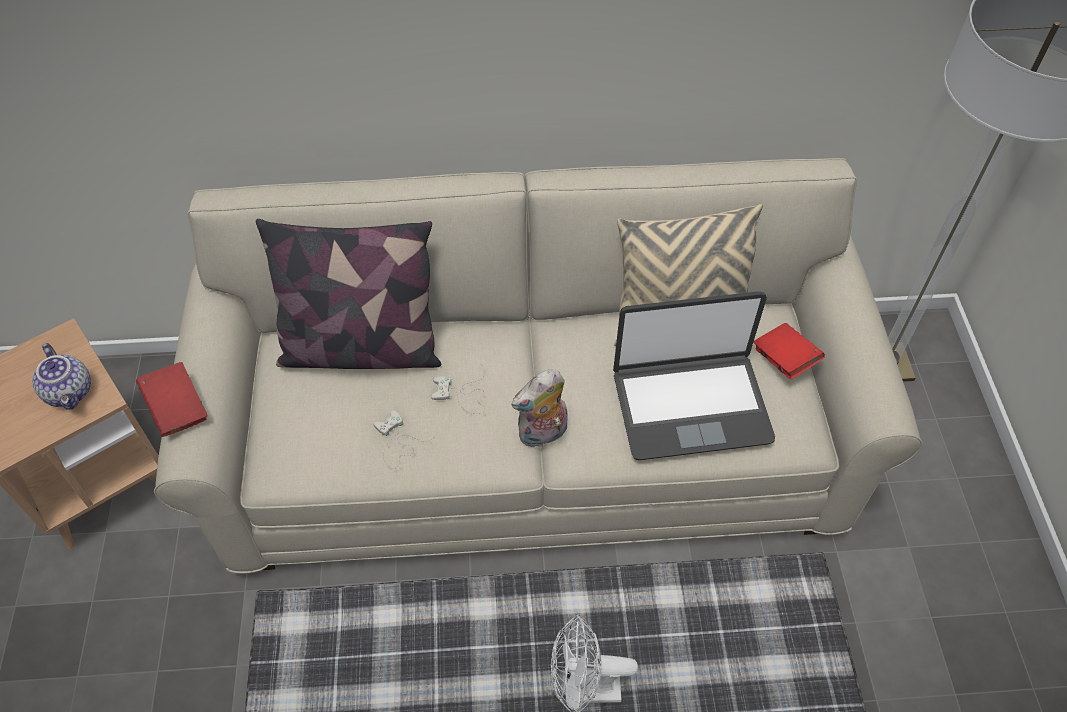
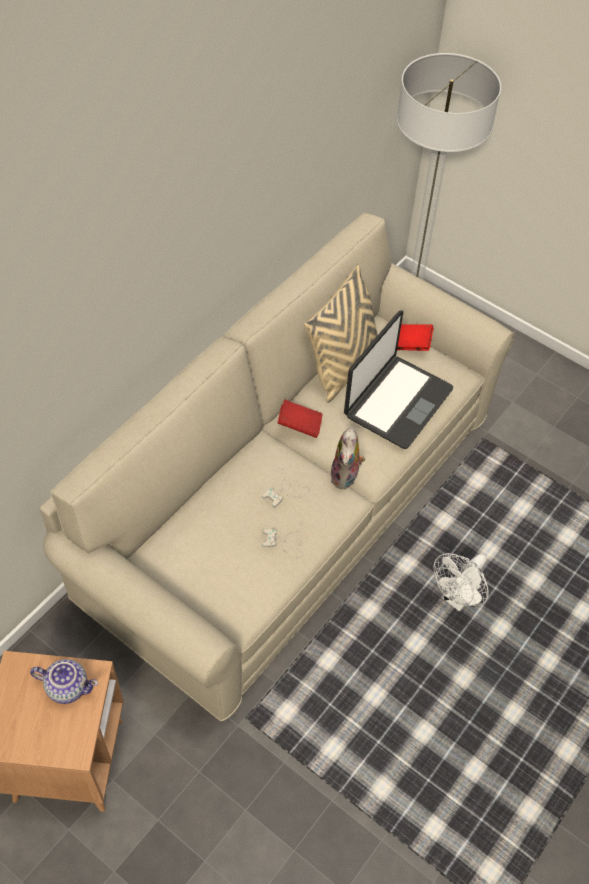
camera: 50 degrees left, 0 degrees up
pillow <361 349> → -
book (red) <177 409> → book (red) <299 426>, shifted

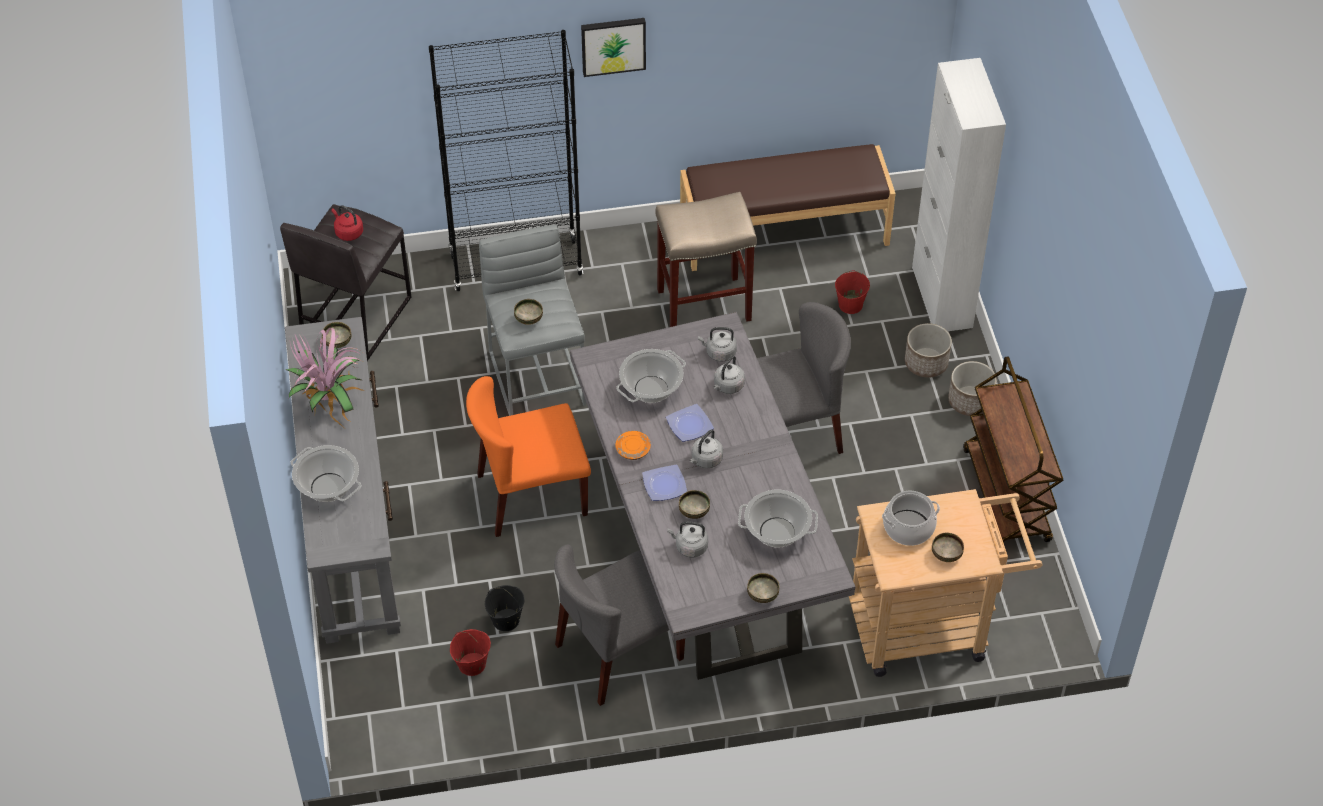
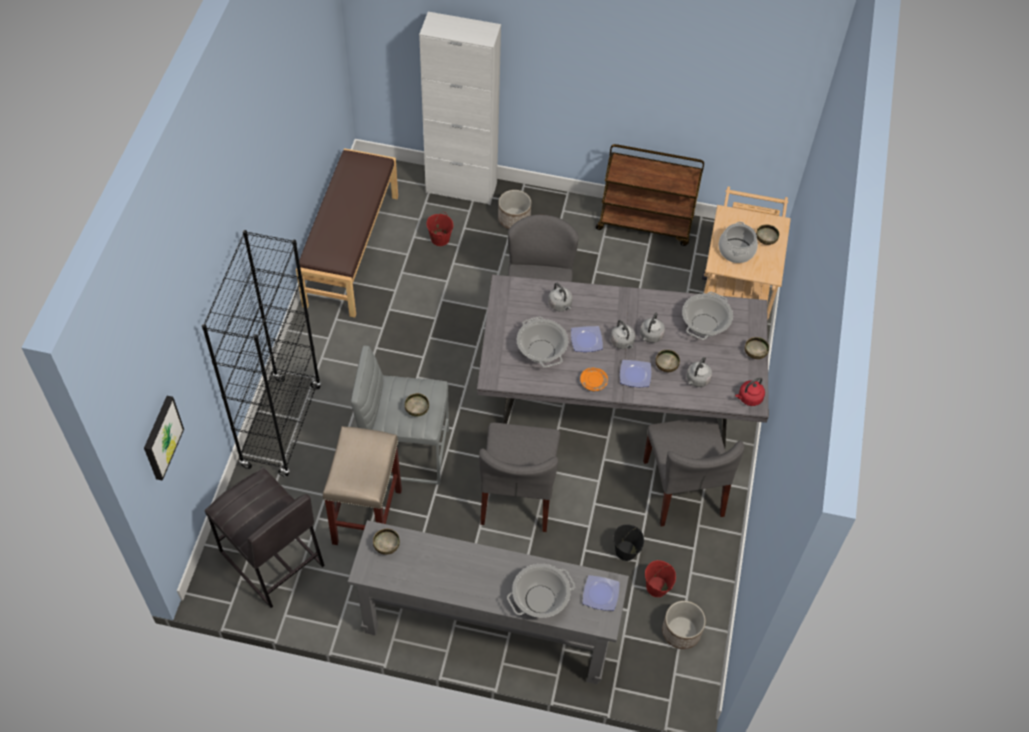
camera: 70 degrees left, 5 degrees up
potted plant <330 403> → -
- → dinner plate <601 595>
tea kettle (red) <348 232> → tea kettle (red) <749 398>, shifted
wall art <613 45> → wall art <161 437>, shifted
stool (beige) <702 305> → stool (beige) <367 518>, shifted
tea kettle (greyish) <719 353> → tea kettle (greyish) <650 336>, shifted
planter <970 401> → planter <681 632>, shifted
chair (orange-coloured) <531 495> → chair (greyish) <517 495>

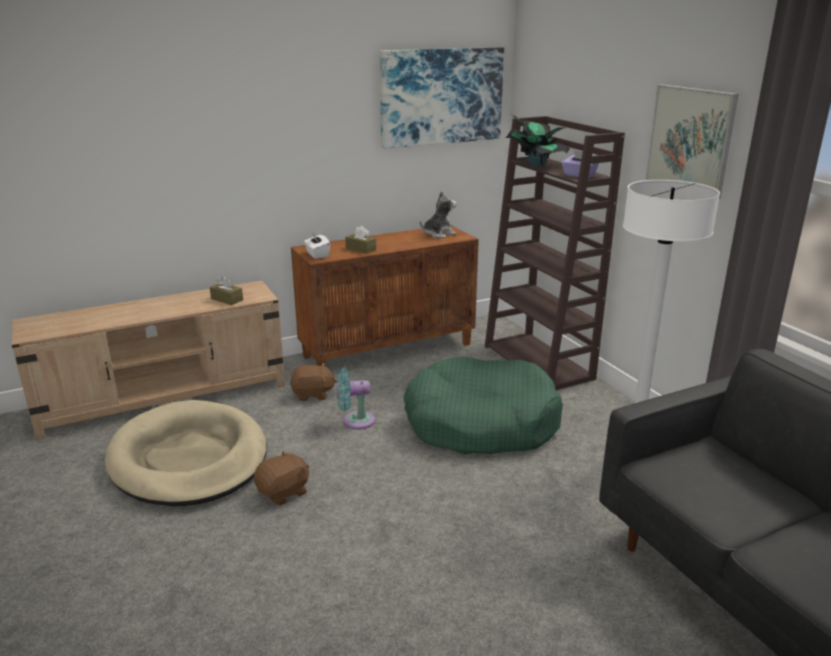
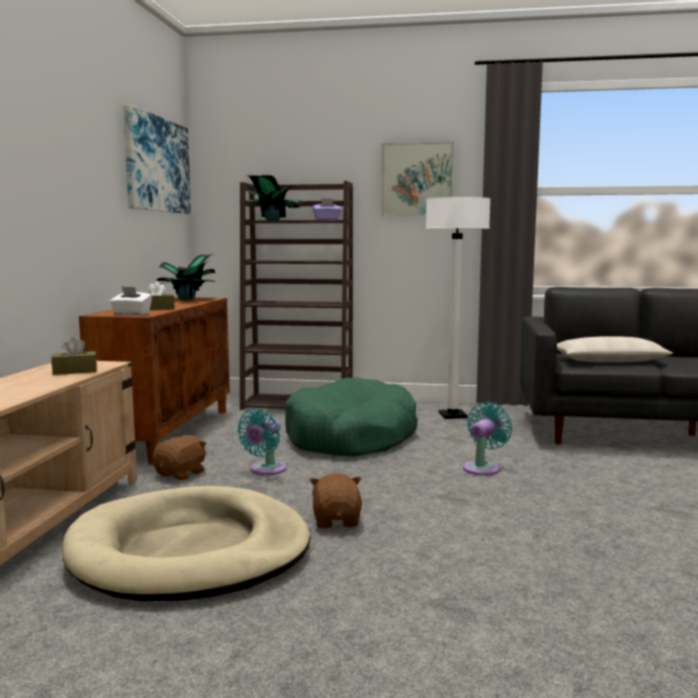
camera: 55 degrees left, 15 degrees down
- → fan (turquoise) <483 468>
- → pillow (beige) <609 361>
plush toy <438 234> → potted plant <186 299>

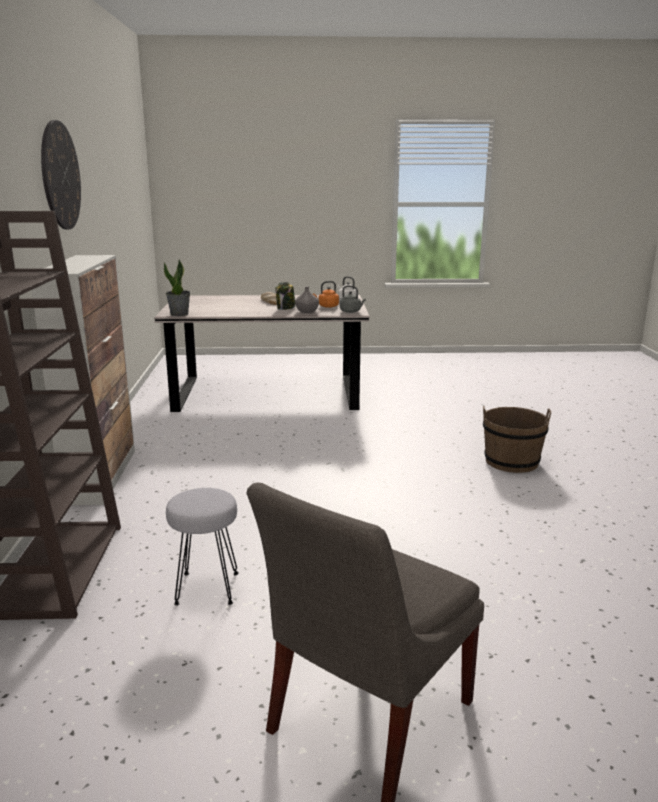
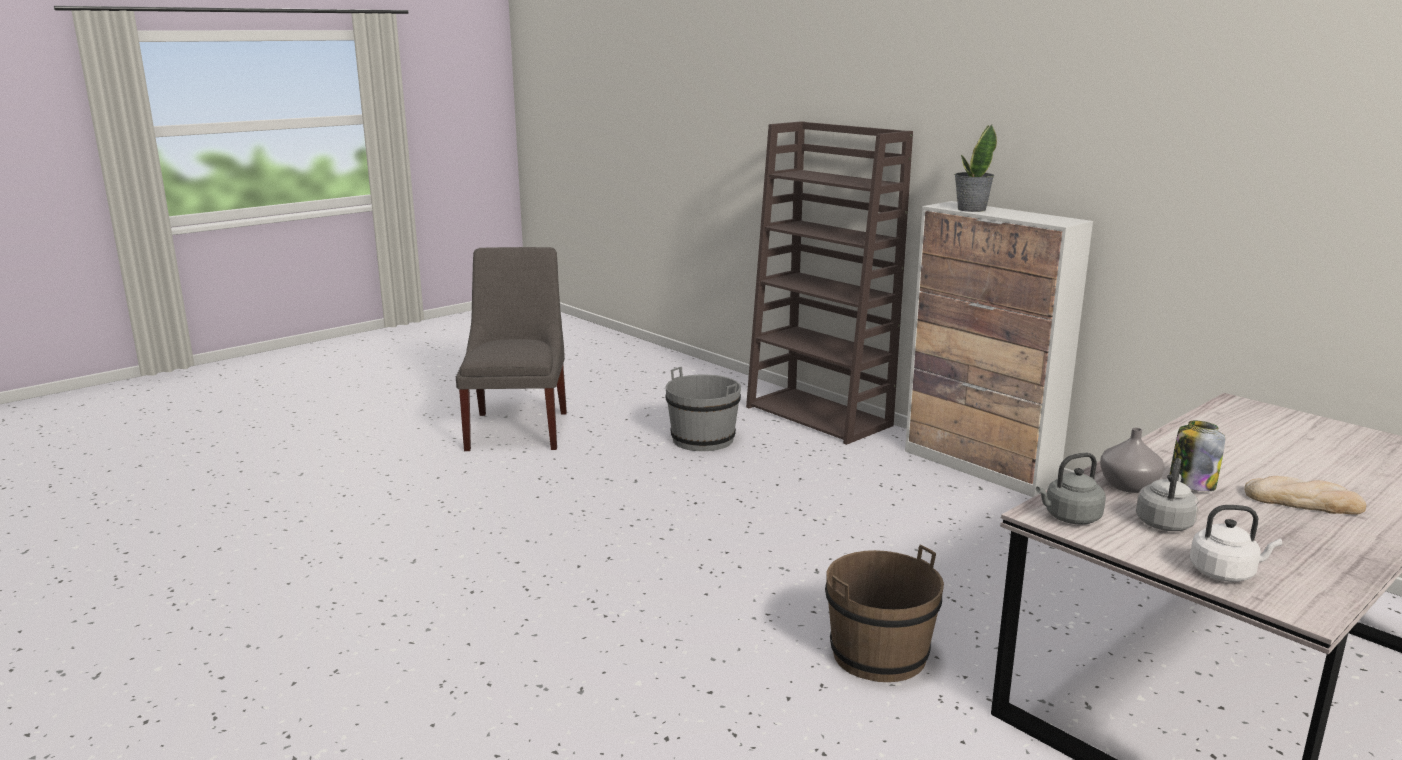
camera: 140 degrees right, 0 degrees up
clock on the wall <60 175> → -
potted plant <179 314> → potted plant <971 209>, shifted
bucket (brown) <511 462> → bucket (brown) <878 654>, shifted
stool (greyish) <206 588> → bucket (greyish) <703 439>
tea kettle (orange-coloured) <327 306> → tea kettle (greyish) <1164 522>

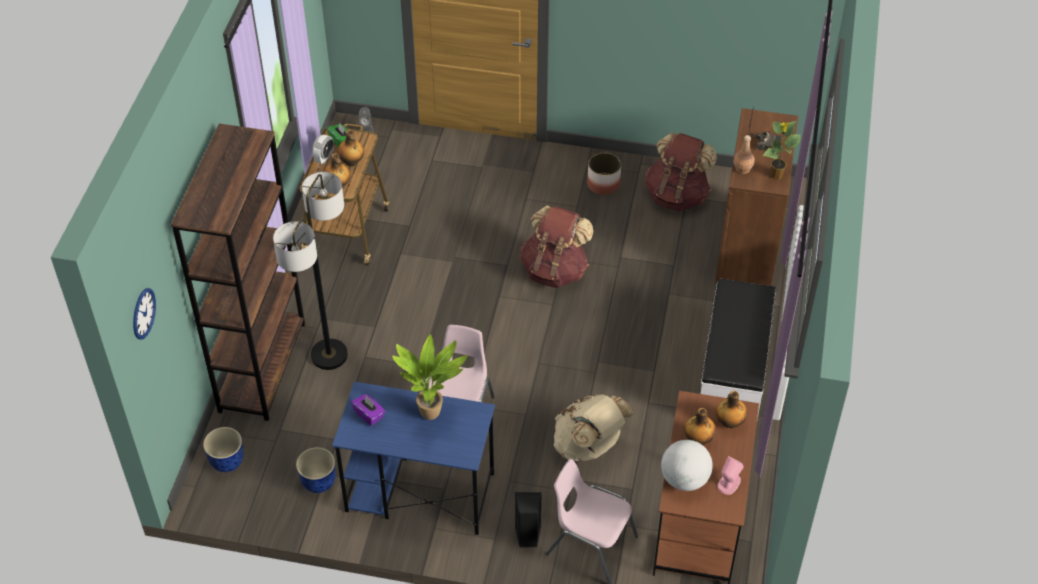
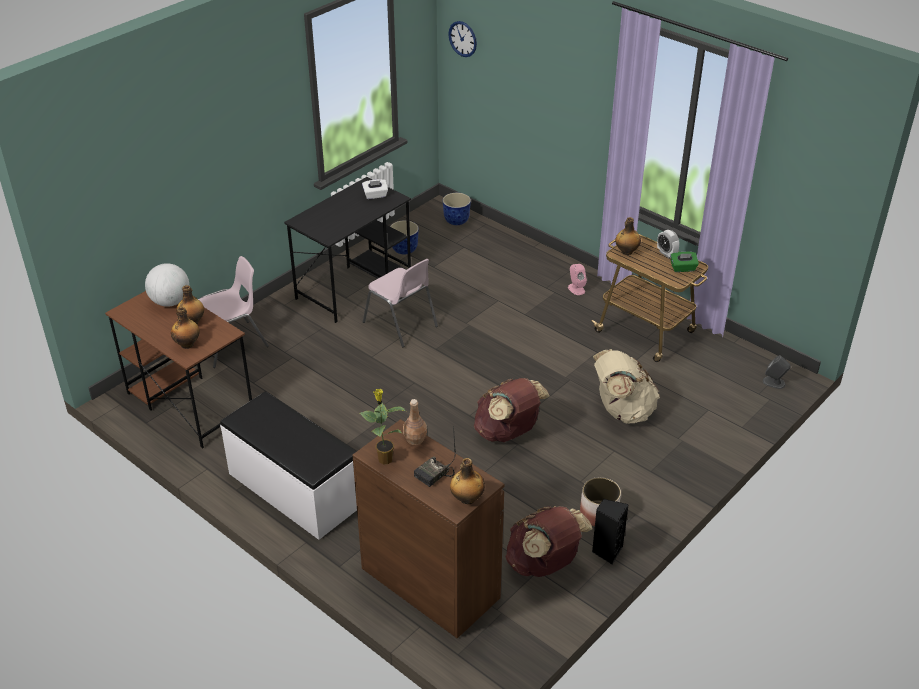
camera: 120 degrees right, 10 degrees down
bookshelf (brown) <262 367> → -
standard lamp <329 355> → -
potted plant <433 412> → -
drink bottle <352 162> → drink bottle <467 499>, shifted
speaker (black) <527 536> → speaker (black) <606 551>, shifted
knapsack (beige) <589 446> → knapsack (beige) <622 410>, shifted
speaker (pink) <728 483> → speaker (pink) <576 289>, shifted
desk (bluish) <418 492> → desk (black) <354 286>
box of tissues (purple-coloured) <369 415> → box of tissues (white) <375 195>

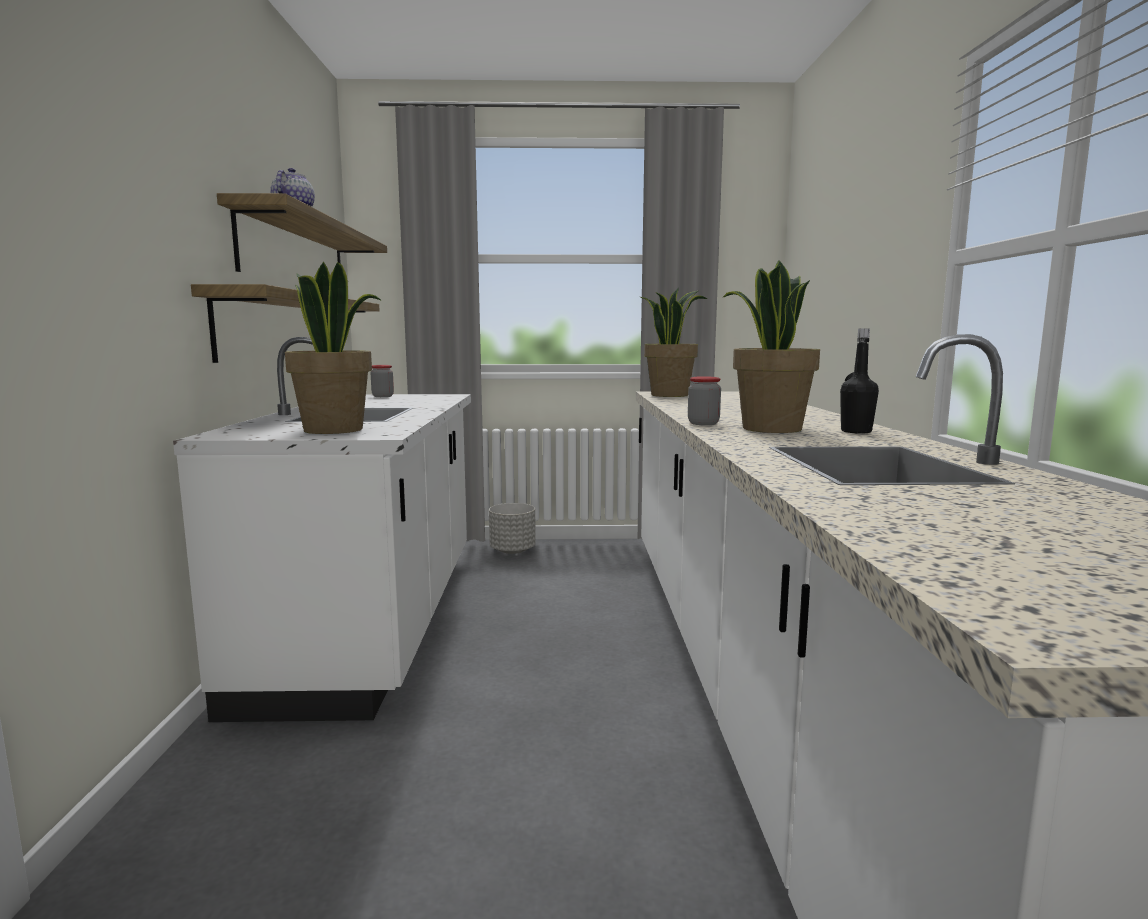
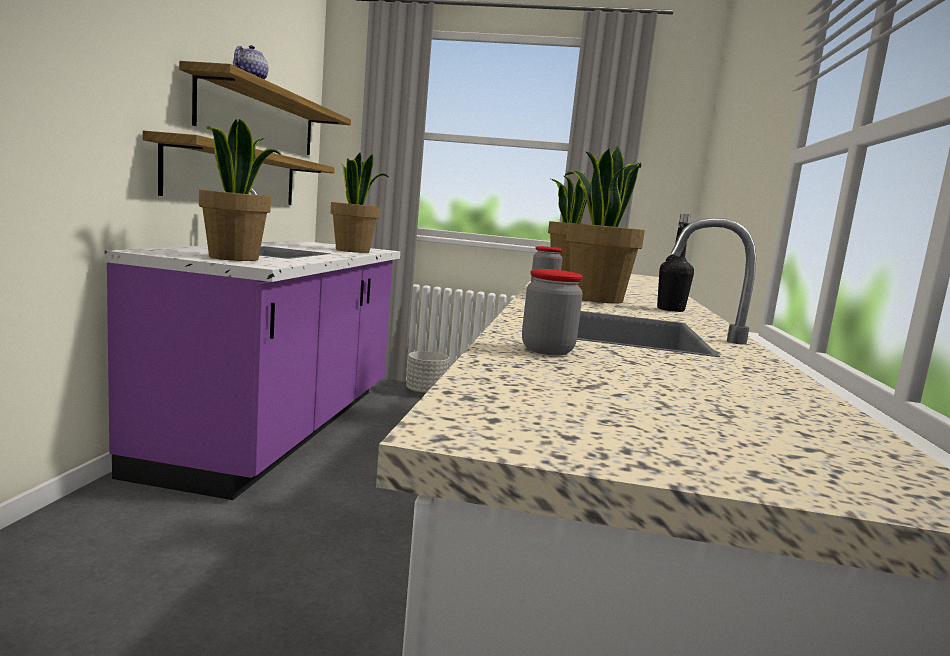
camera: 10 degrees right, 0 degrees up
- → potted plant <353 251>
preserve jar <382 396> → preserve jar <547 350>, shifted
counter (white) <375 620> → counter (purple-coloured) <281 427>

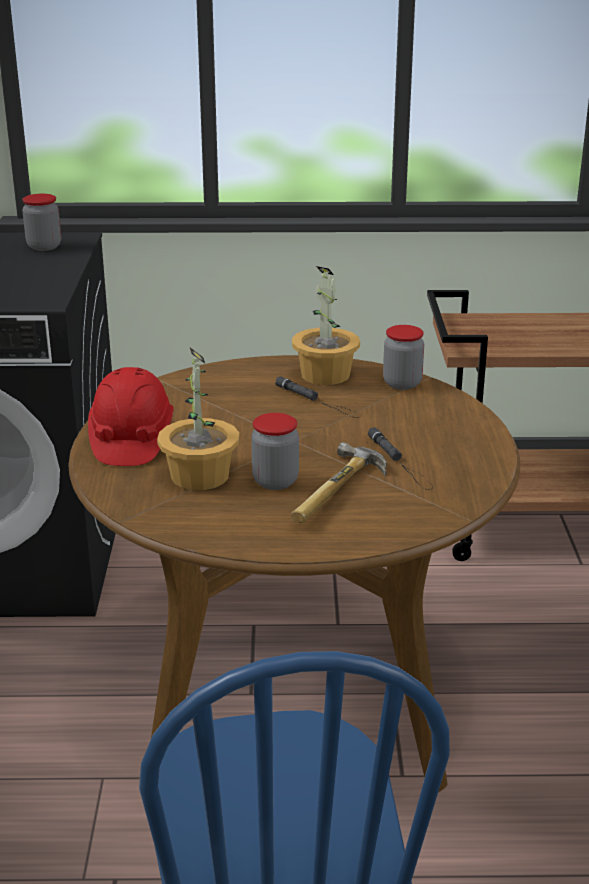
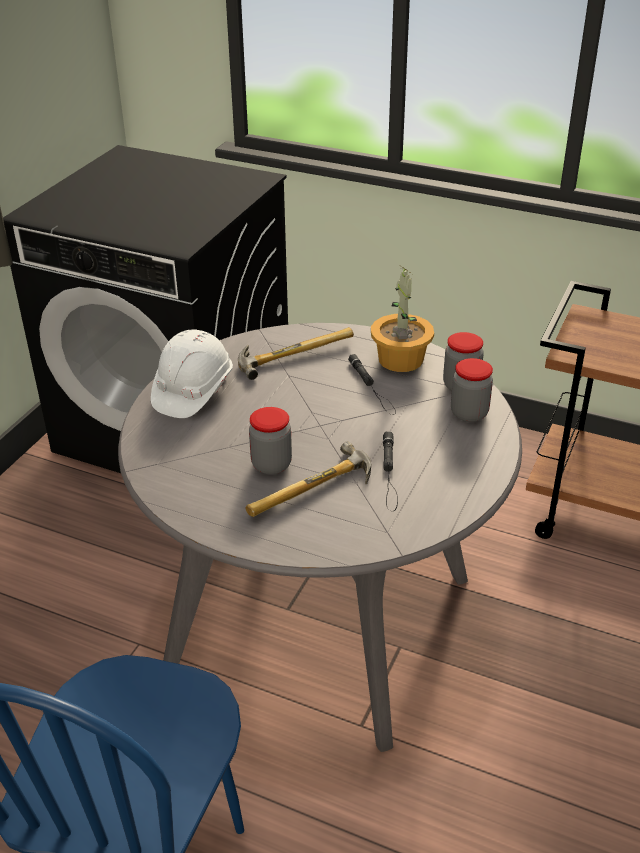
camera: 25 degrees right, 10 degrees up
potted plant <199 476> → -
- → hammer <293 353>
preserve jar <44 247> → preserve jar <469 413>, shifted
dining table (brown) <294 692> → dining table (greyish) <321 619>
hard hat (red) <131 441> → hard hat (white) <192 391>

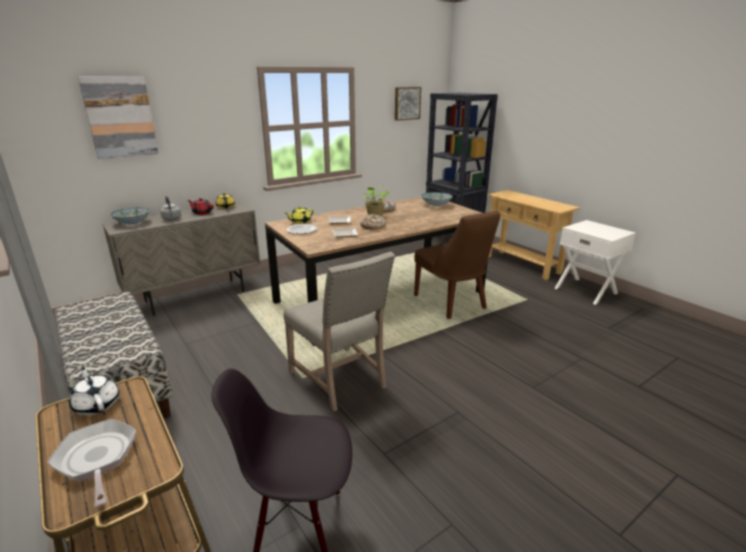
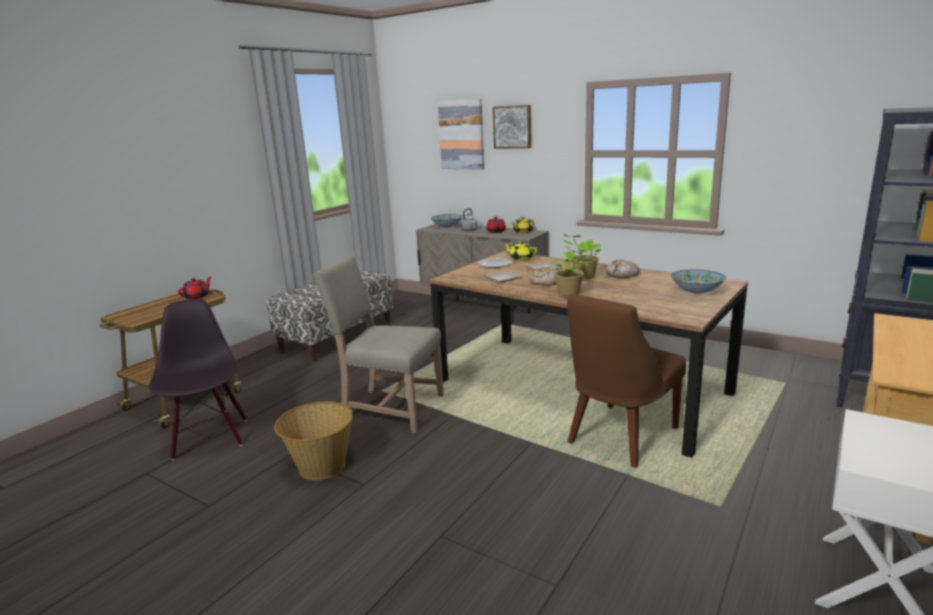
camera: 70 degrees right, 5 degrees down
pan <97 460> → -
- → household basket <321 466>
- → potted plant <570 293>
wall art <406 103> → wall art <513 127>, shifted
teapot (white) <97 404> → teapot (red) <197 297>
chair (beige) <340 379> → chair (beige) <389 408>, 75 degrees clockwise

